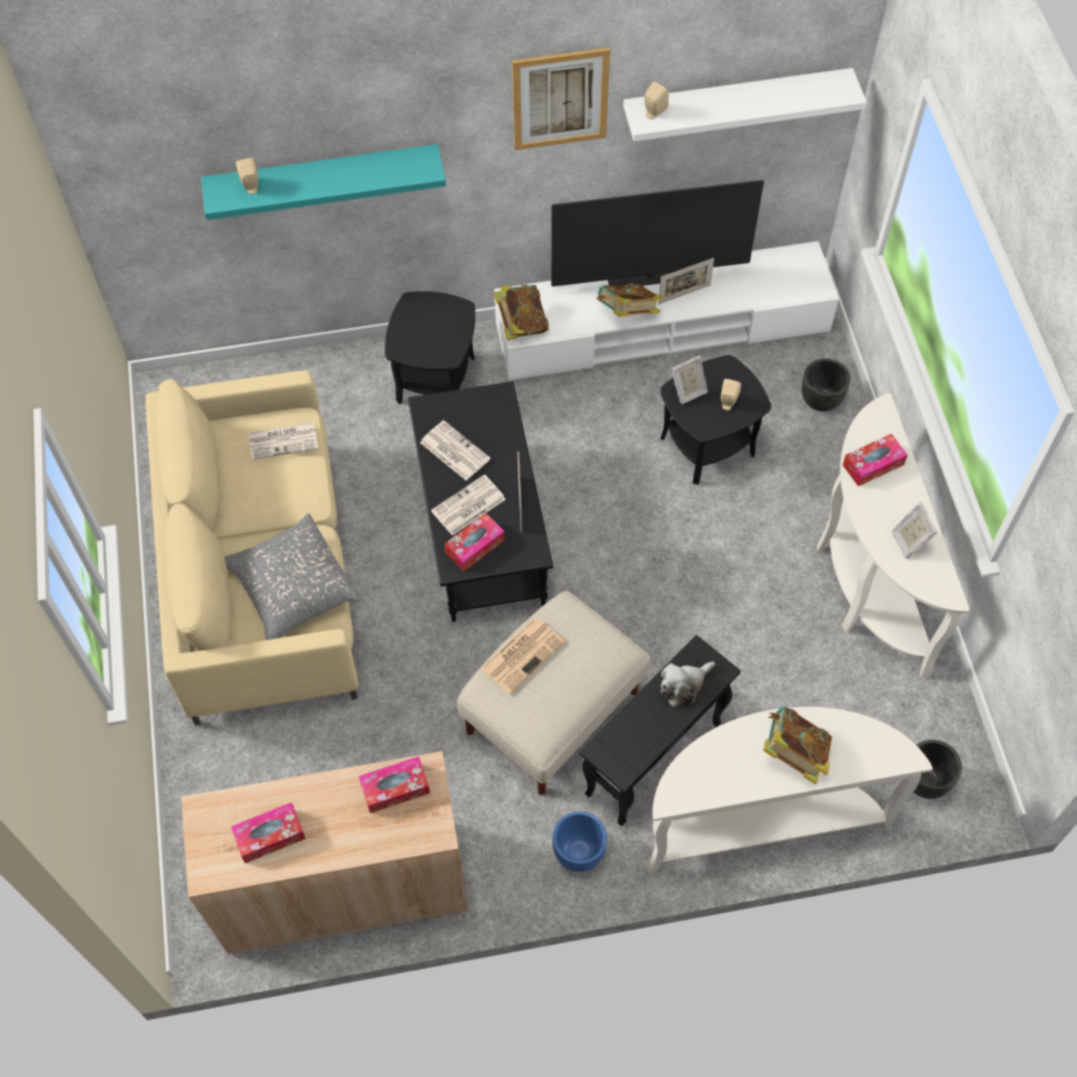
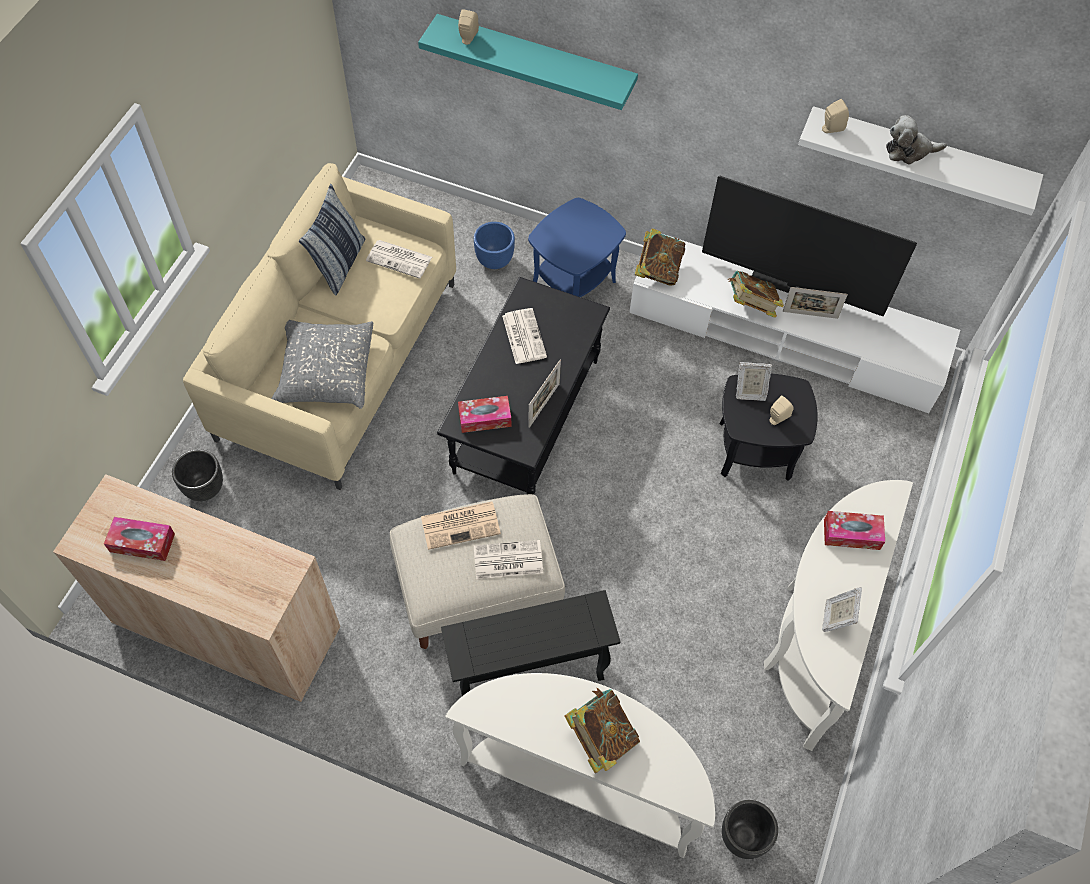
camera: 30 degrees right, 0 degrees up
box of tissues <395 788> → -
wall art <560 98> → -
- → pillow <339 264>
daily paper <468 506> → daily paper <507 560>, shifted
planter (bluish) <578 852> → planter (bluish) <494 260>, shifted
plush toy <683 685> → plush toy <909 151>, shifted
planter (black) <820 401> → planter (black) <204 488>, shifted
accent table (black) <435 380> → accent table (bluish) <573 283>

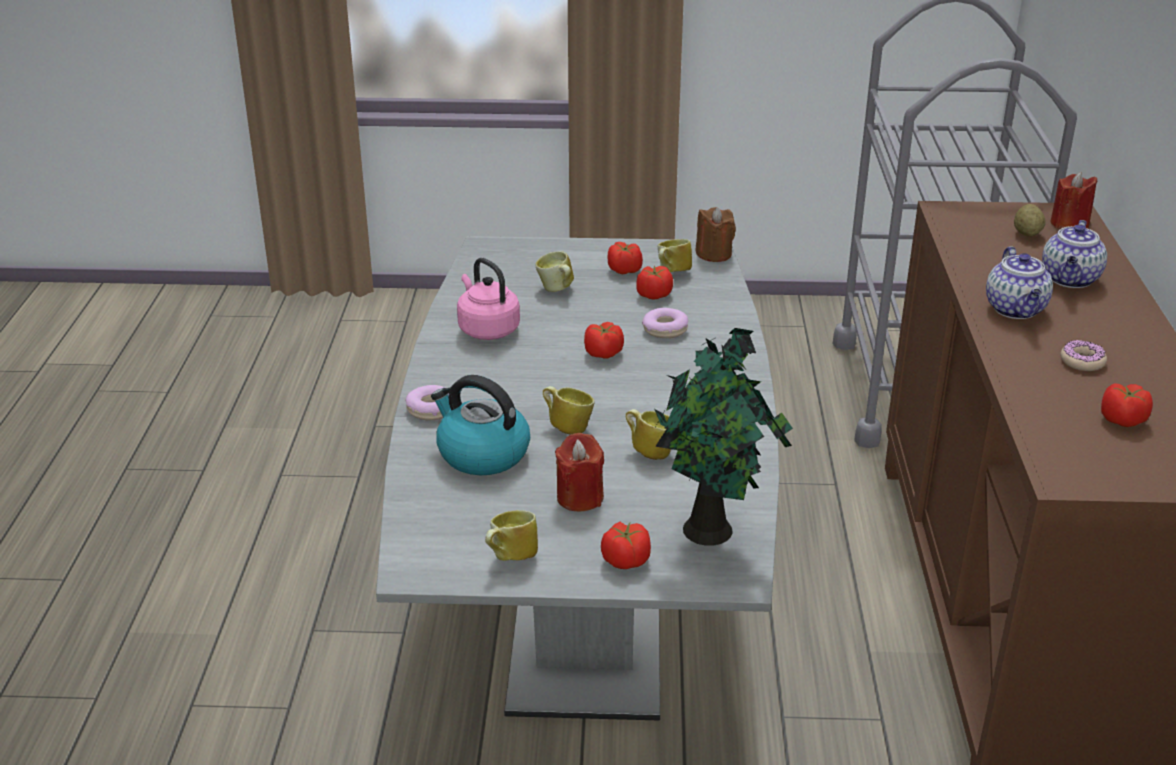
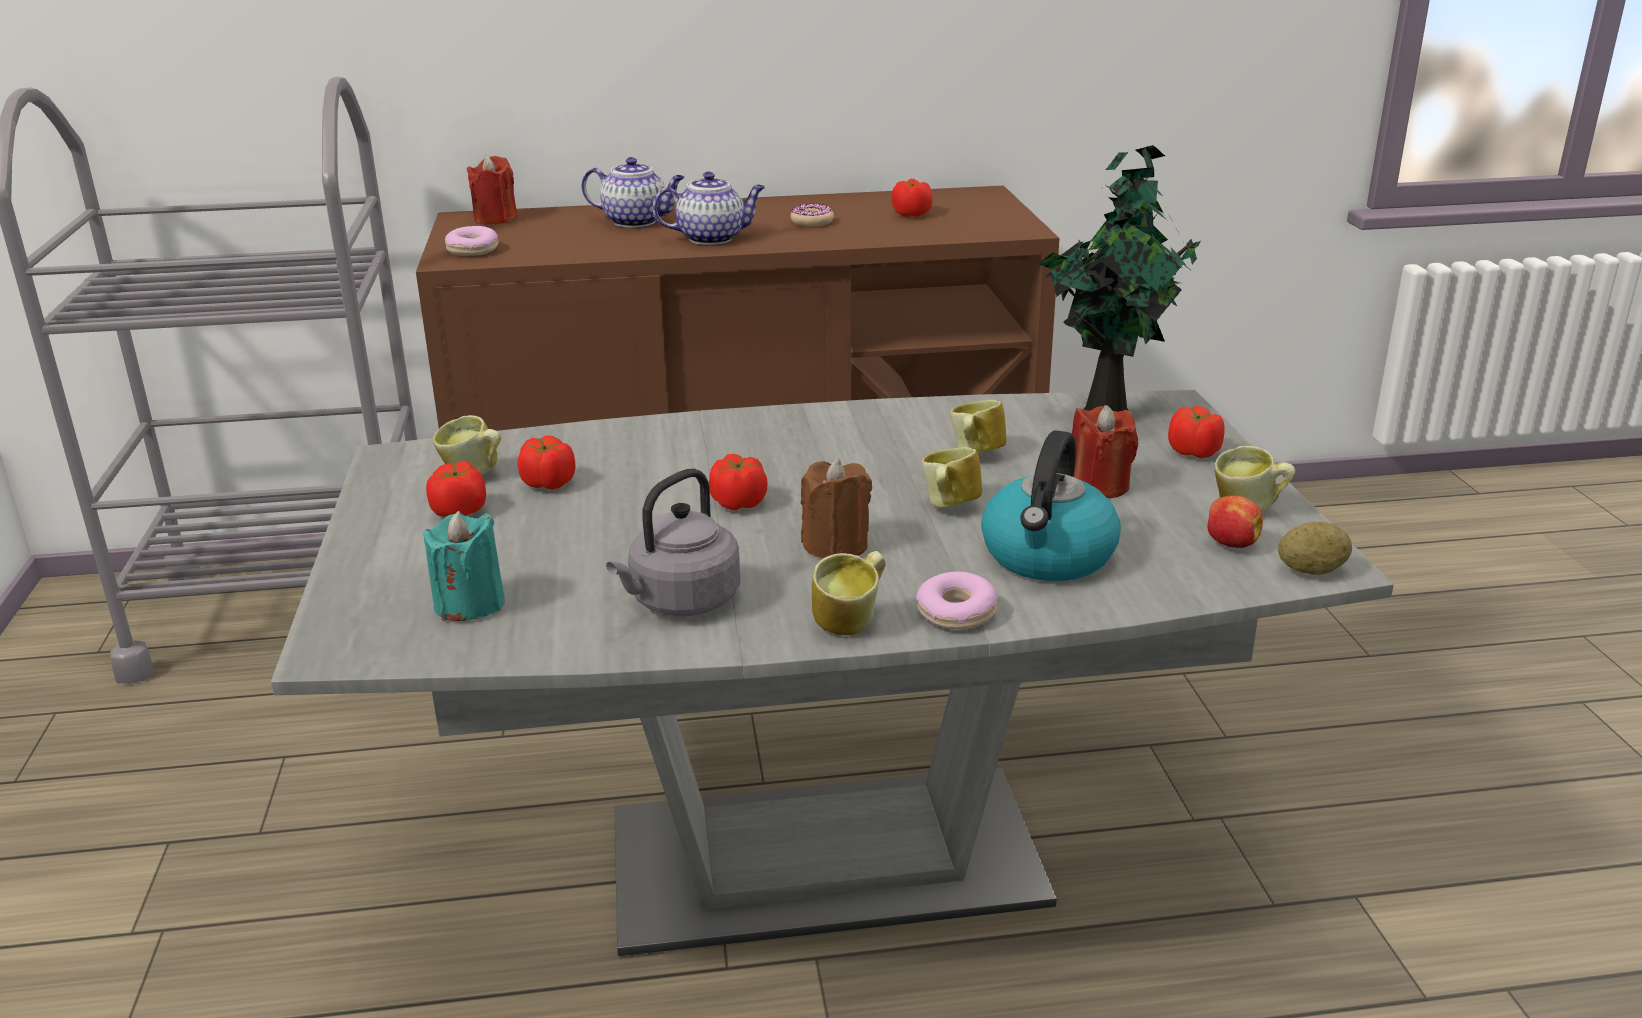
camera: 100 degrees left, 5 degrees down
- → wax light (turquoise) <469 604>
- → apple <1230 544>
coffee mug <556 290> → coffee mug <851 623>, shifted
ring doughnut <665 330> → ring doughnut <472 250>, shifted
wax light (brown) <714 254> → wax light (brown) <835 546>, shifted
whole potato <1027 233> → whole potato <1311 571>, shifted
tea kettle (pink) <487 329> → tea kettle (greyish) <681 602>

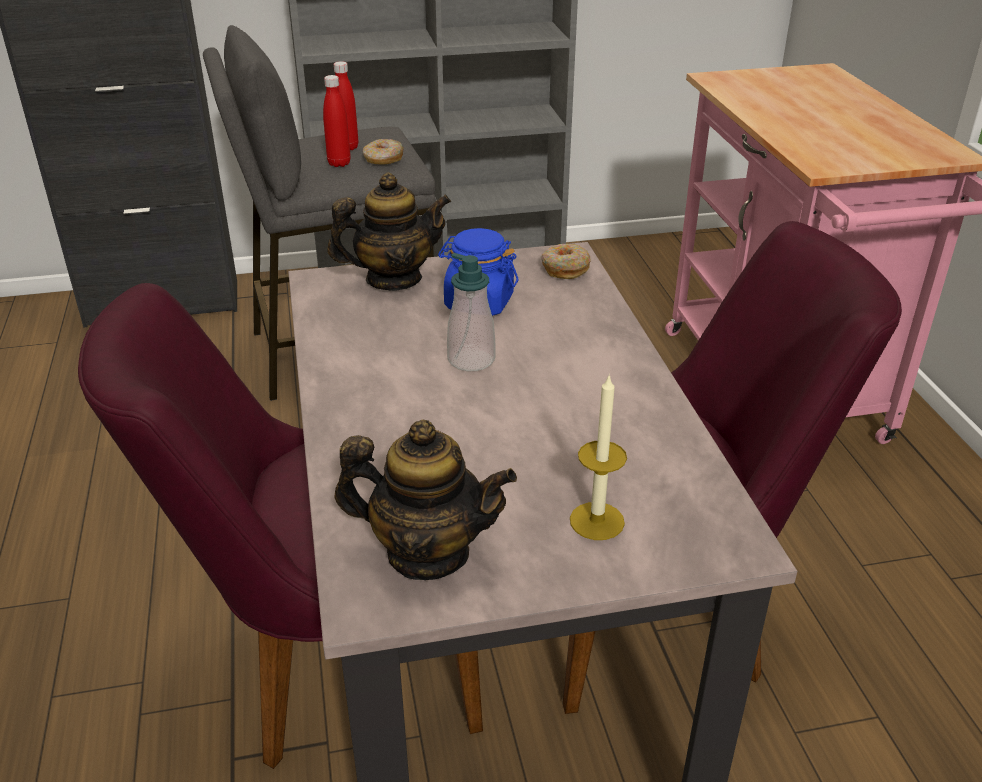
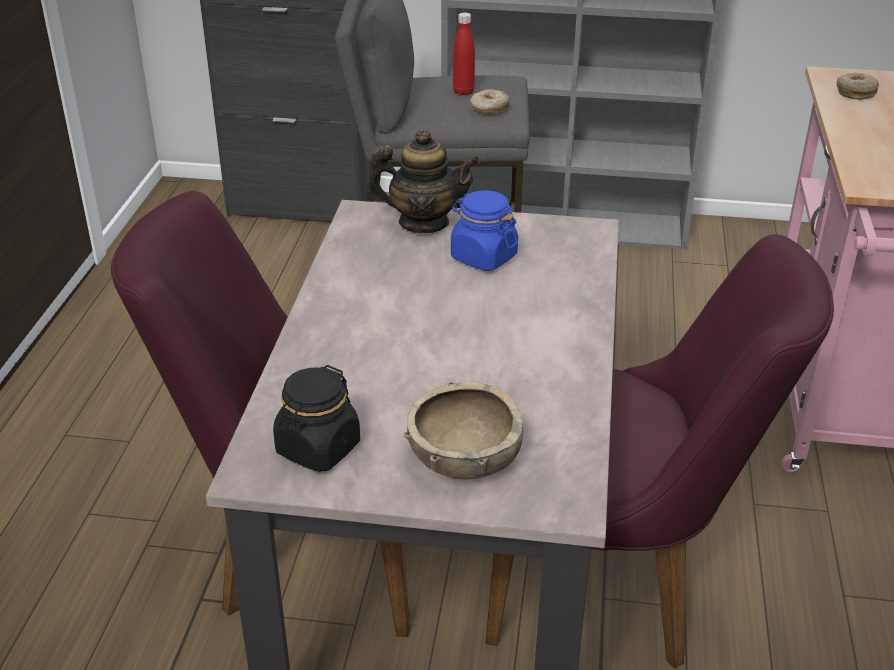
camera: 20 degrees right, 0 degrees up
drink bottle (red) <339 163> → -
soap bottle <471 360> → -
ring doughnut <565 268> → ring doughnut <855 93>, shifted
teapot <427 552> → preserve jar (black) <318 448>
wax light <597 521> → serving bowl (brown) <464 458>

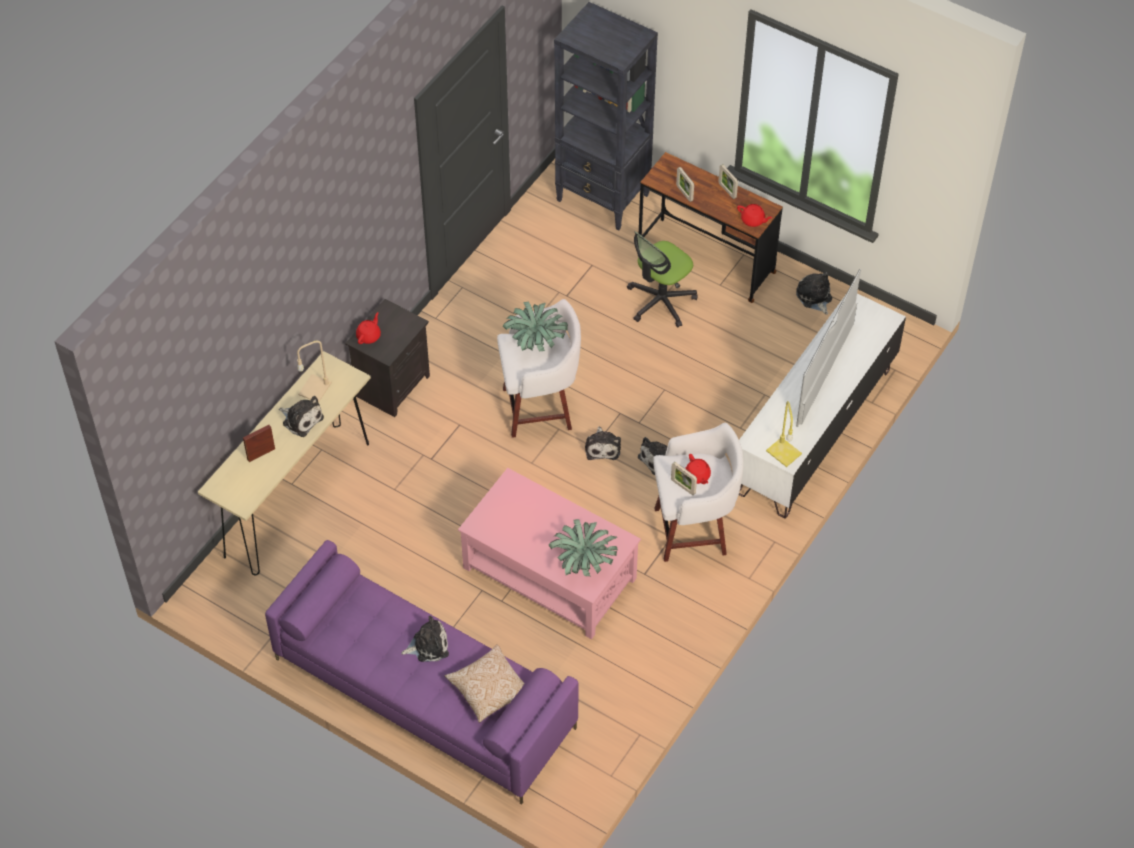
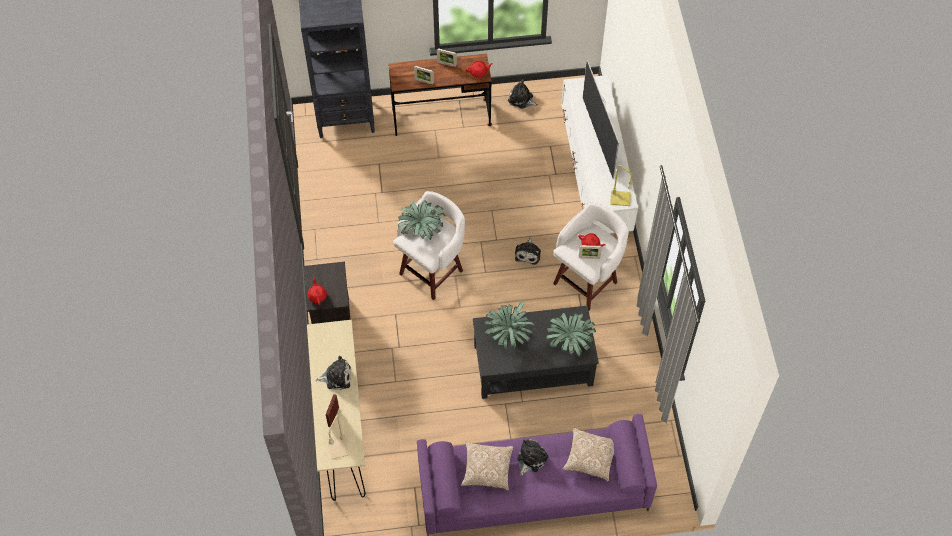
camera: 40 degrees left, 5 degrees up
plush toy <602 447> → -
office chair <660 301> → -
- → pillow <487 469>
- → potted plant <508 334>
lamp for a table (beige) <315 388> → lamp for a table (beige) <337 446>, shifted
low table (pink) <549 572> → low table (black) <532 364>

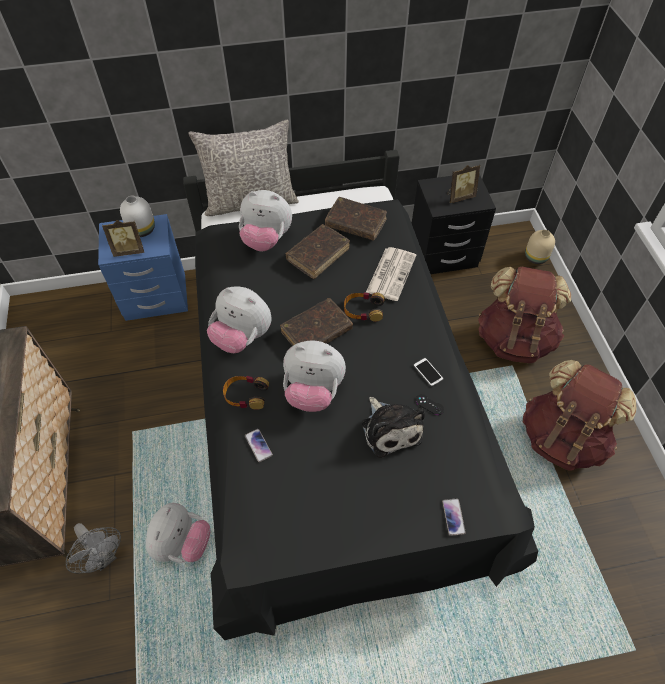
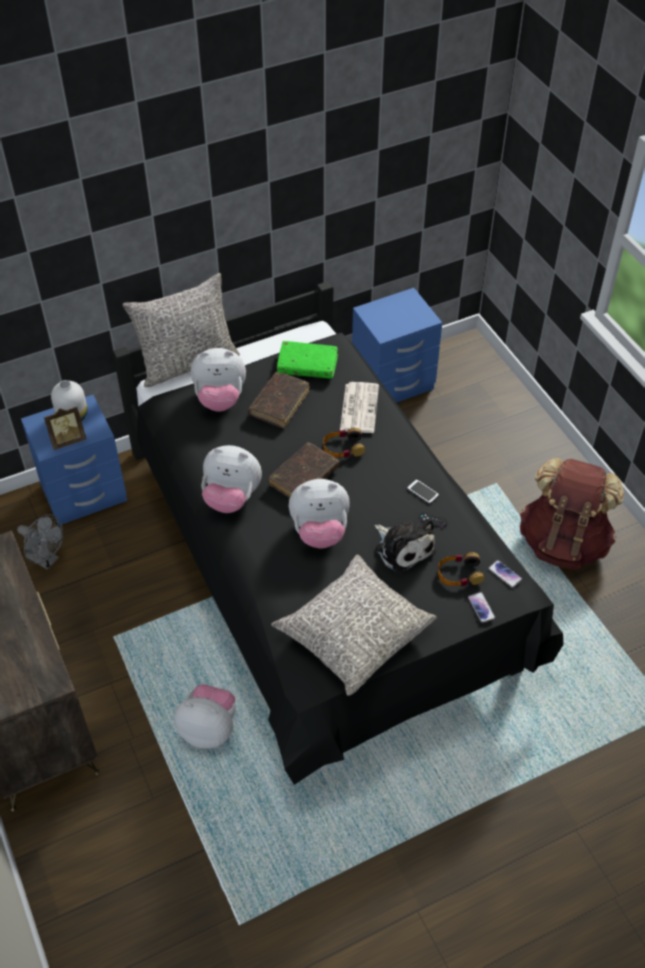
camera: 15 degrees left, 5 degrees down
standing frame <459 196> → -
knapsack (brown) <514 339> → -
vase (beige) <536 257> → -
- → pillow (greyish) <354 632>
fan (greyish) <104 557> → fan (greyish) <46 560>, shifted
headset <246 395> → headset <459 574>, shifted
telephone <258 445> → telephone <504 574>, shifted
book (brown) <355 223> → book (greenish) <307 365>
bedside table (black) <442 255> → bedside table (bluish) <392 383>
plush toy <182 543> → plush toy <209 728>, 75 degrees counterclockwise

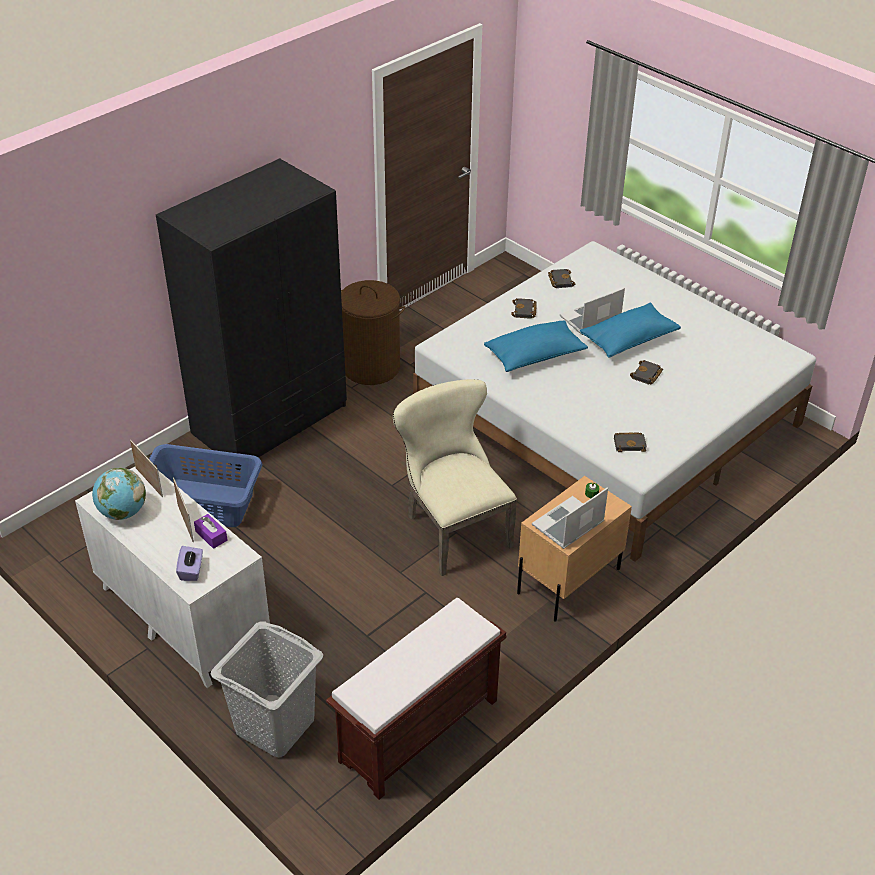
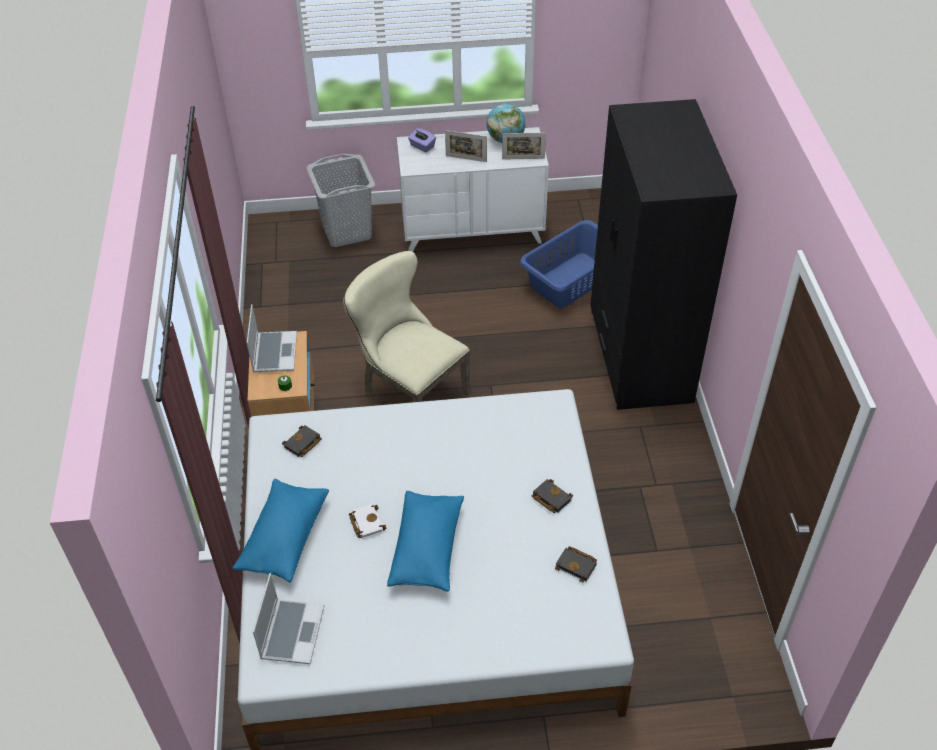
camera: 130 degrees right, 5 degrees up
box of tissues (purple-coloured) <211 536> → -
long seat (brown) <418 732> → -
hamper (brown) <371 367> → -
pillow (bluish) <535 356> → pillow (bluish) <284 538>, shifted
portable computer <590 319> → portable computer <291 631>, shifted
book (black) <646 375> → book (white) <366 523>
chair (beige) <452 528> → chair (beige) <409 392>, 150 degrees counterclockwise

